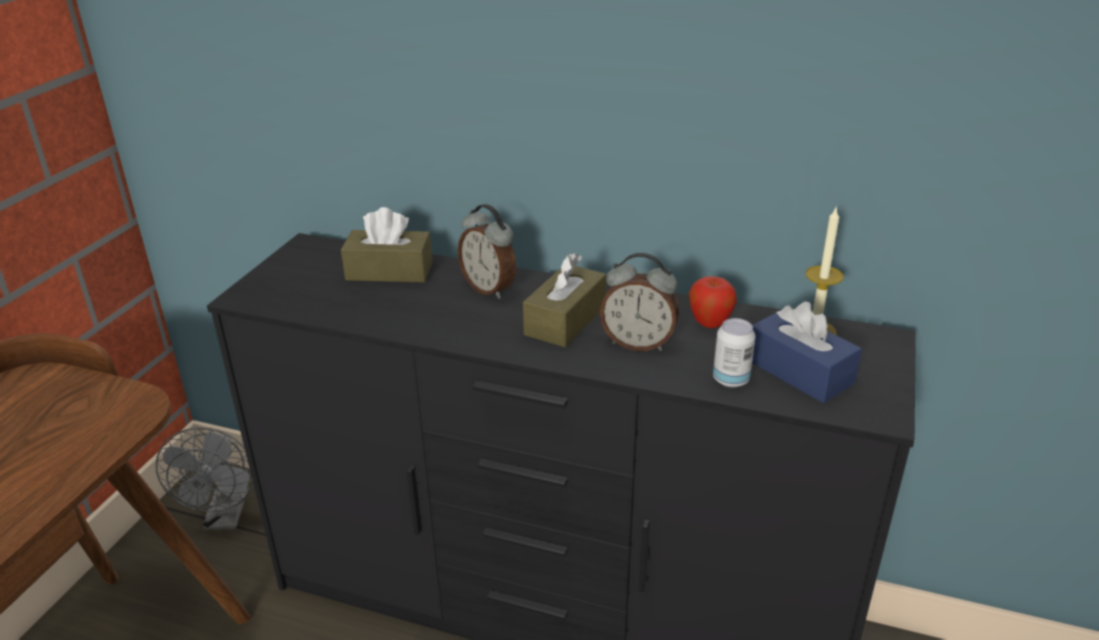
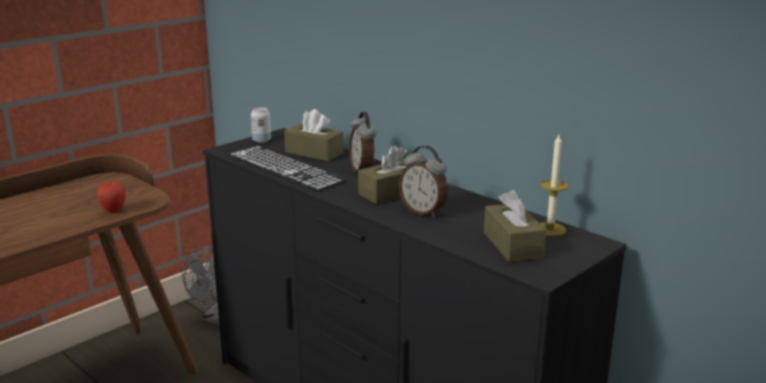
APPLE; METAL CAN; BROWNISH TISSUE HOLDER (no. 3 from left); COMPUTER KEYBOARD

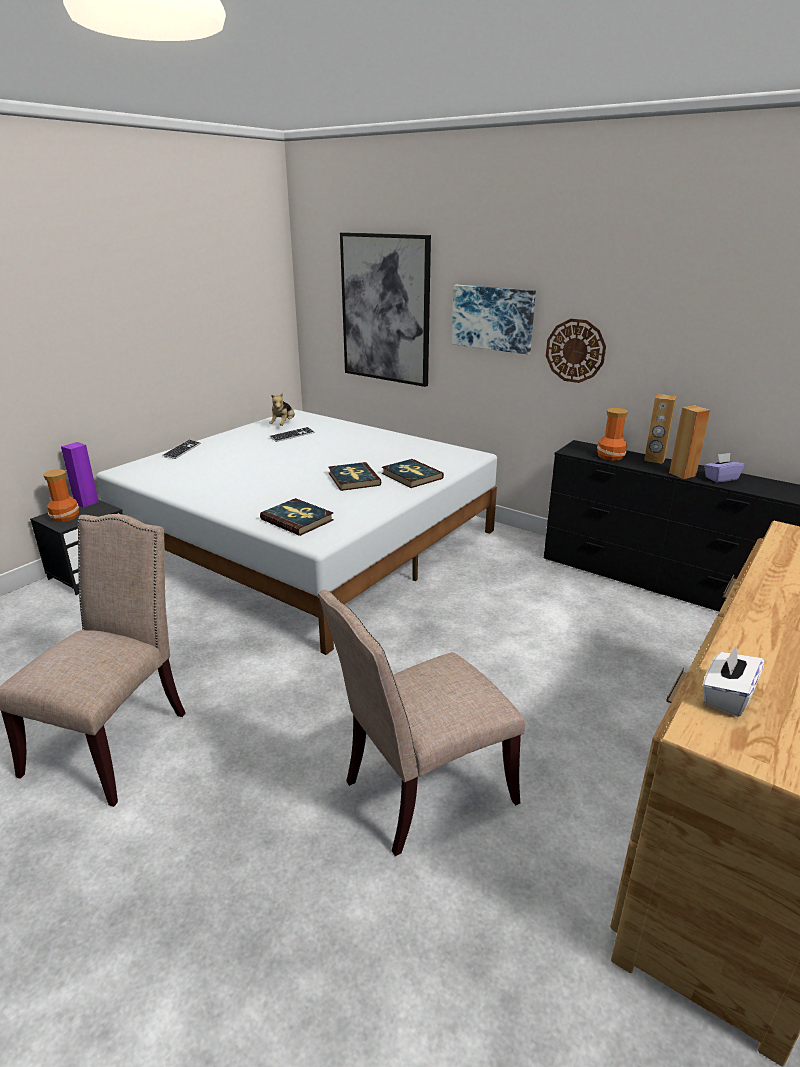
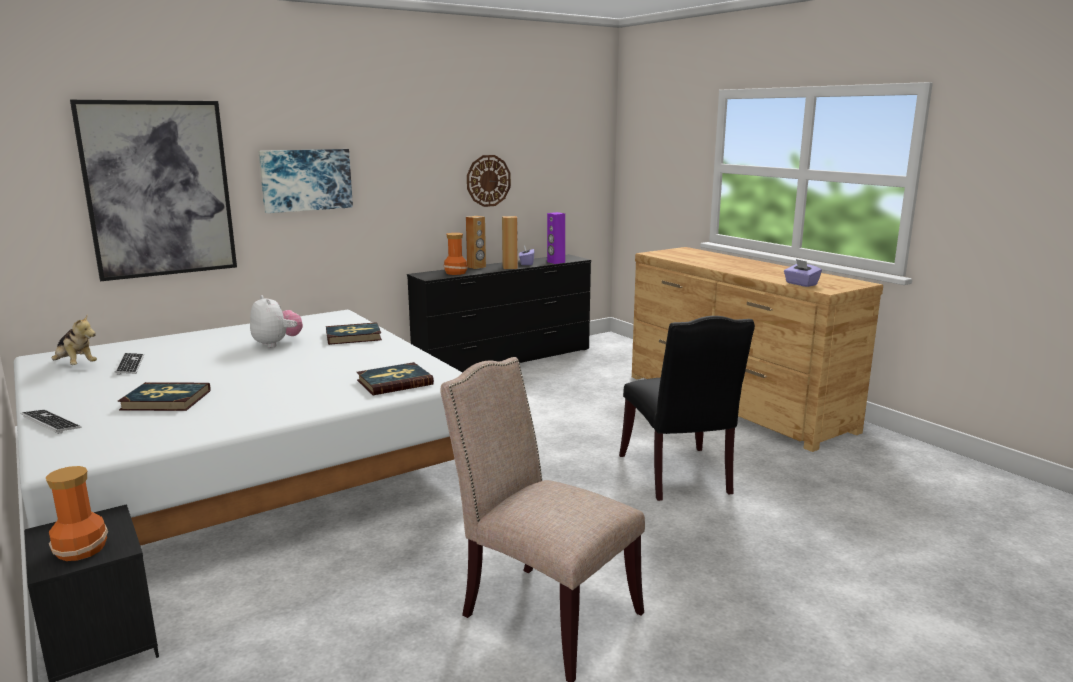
PURPLE-COLOURED LOUDSPEAKER; BLACK-COLOURED CHAIR; VOLUME (no. 1 from left); WALL CLOCK; PURPLE-COLOURED TISSUE HOLDER (no. 2 from left); SOFT TOY (no. 2 from left)

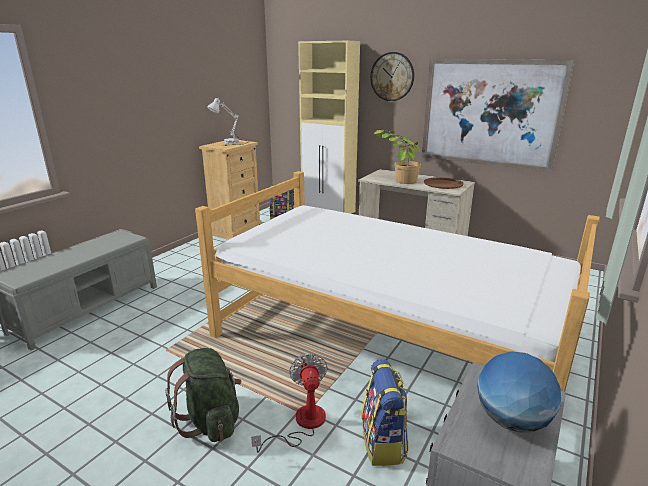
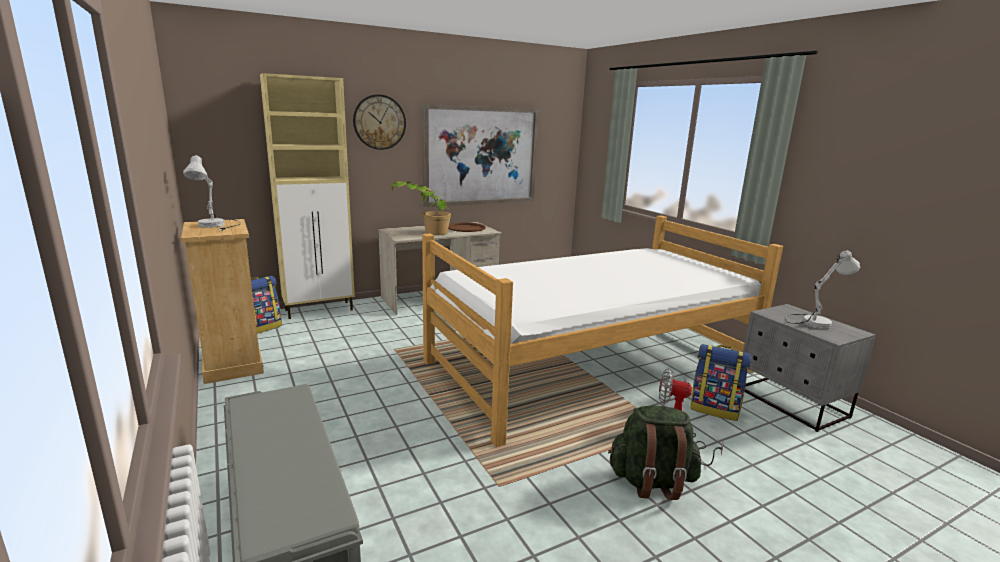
WHITE TABLETOP LAMP (no. 2 from left)

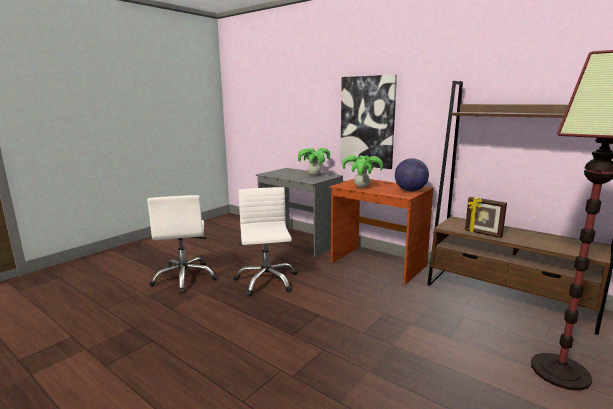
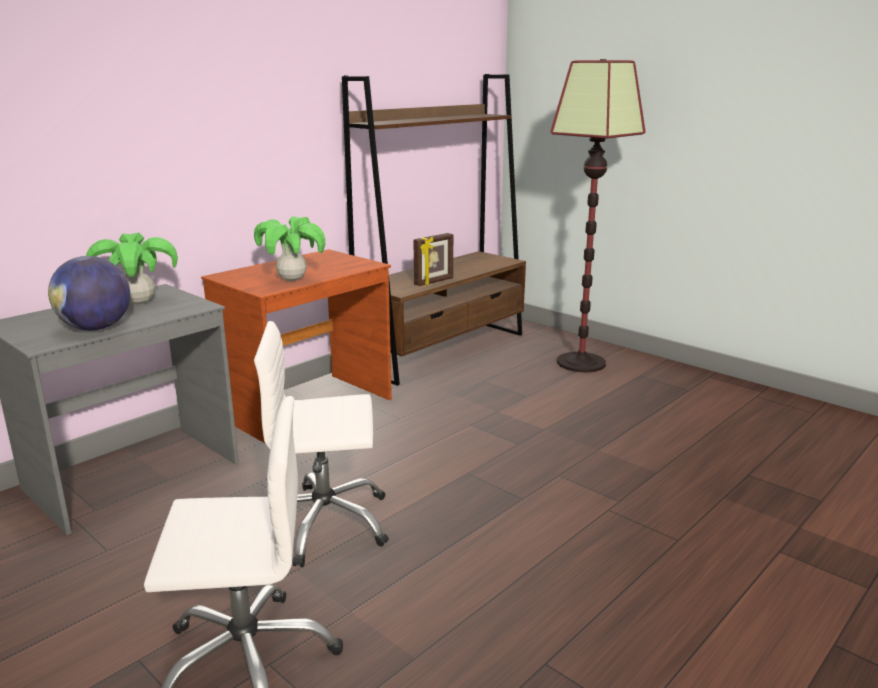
WALL PICTURE; GLOBE

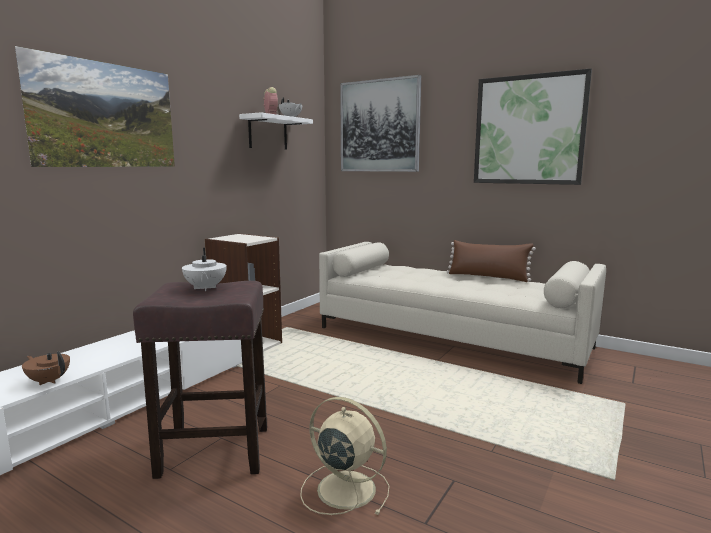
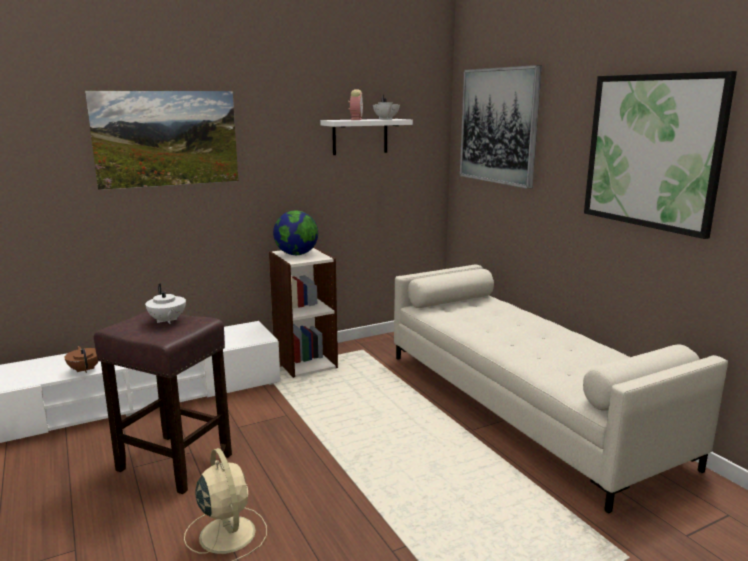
WHITE TEA POT (no. 1 from left); BROWNISH THROW PILLOW; GLOBE

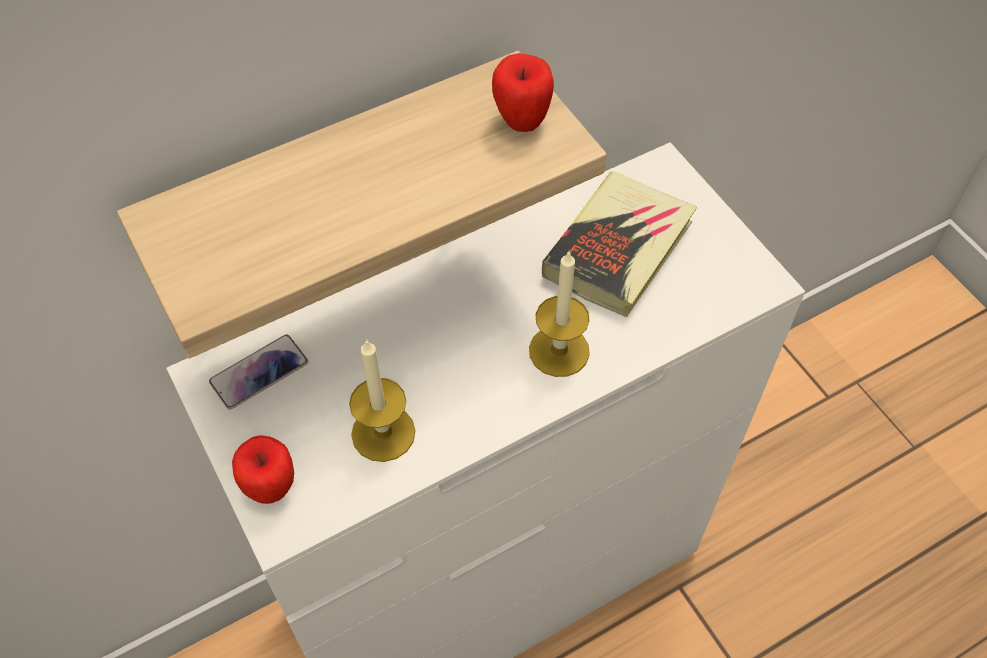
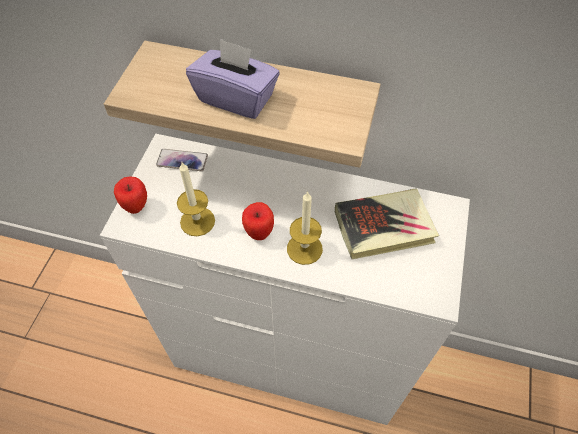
APPLE (no. 2 from left); PURPLE-COLOURED TISSUE HOLDER

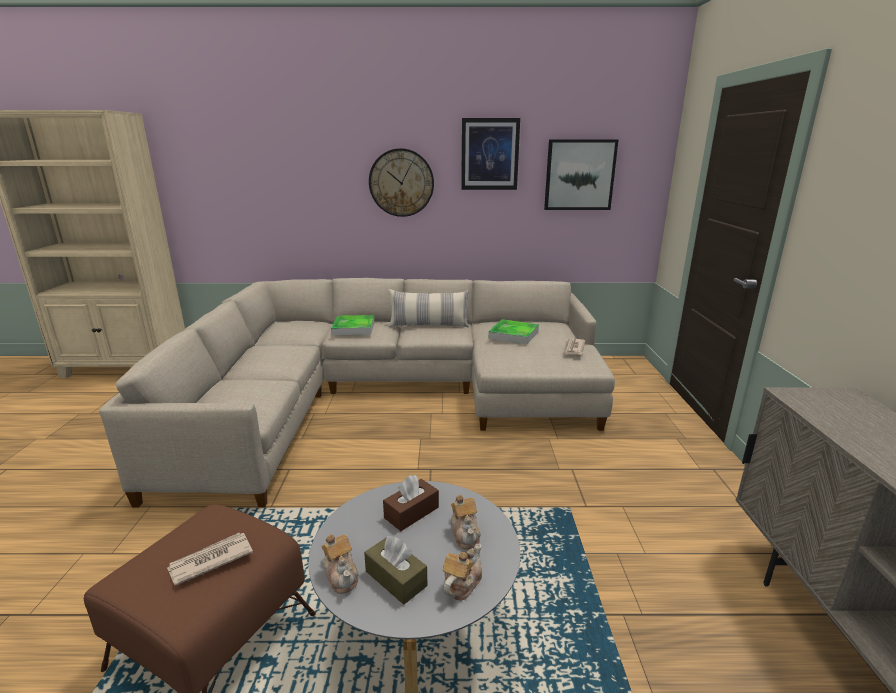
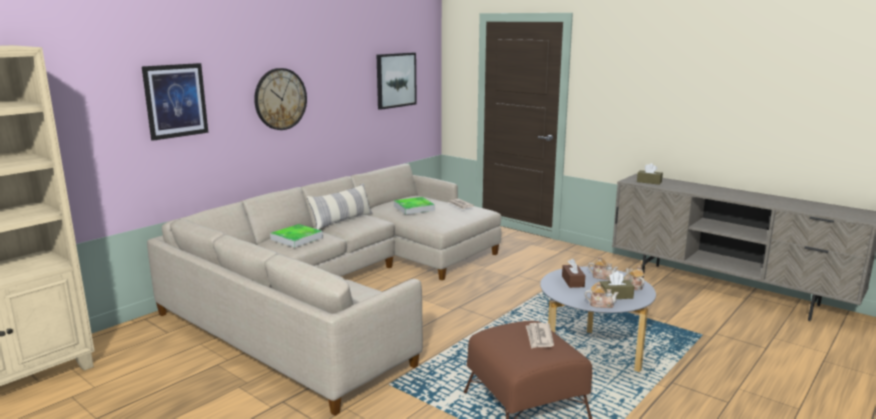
WALL PICTURE (no. 1 from left); BROWNISH TISSUE HOLDER (no. 3 from left)

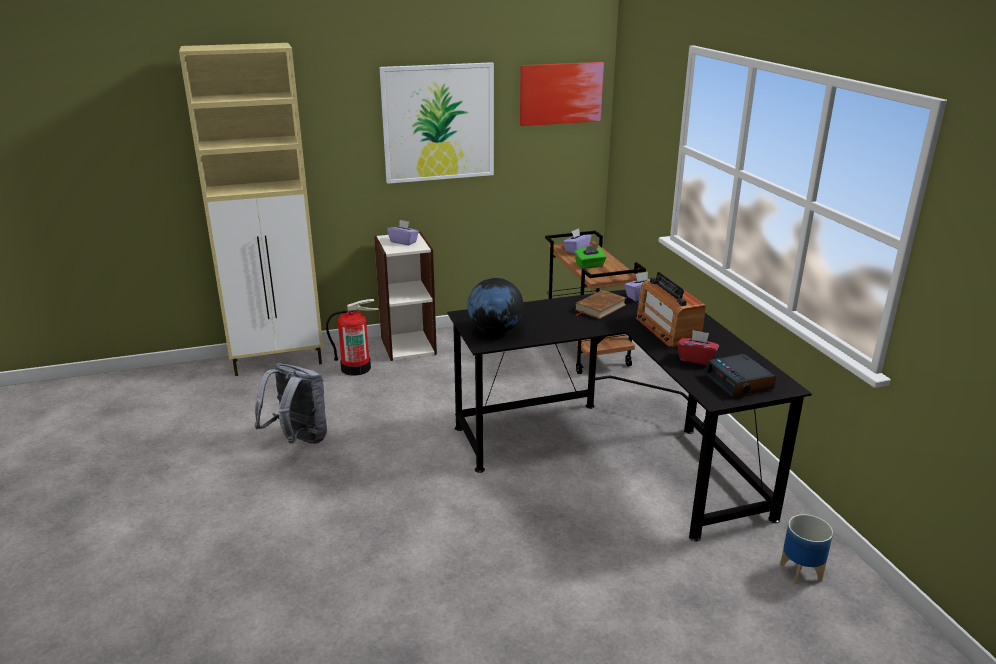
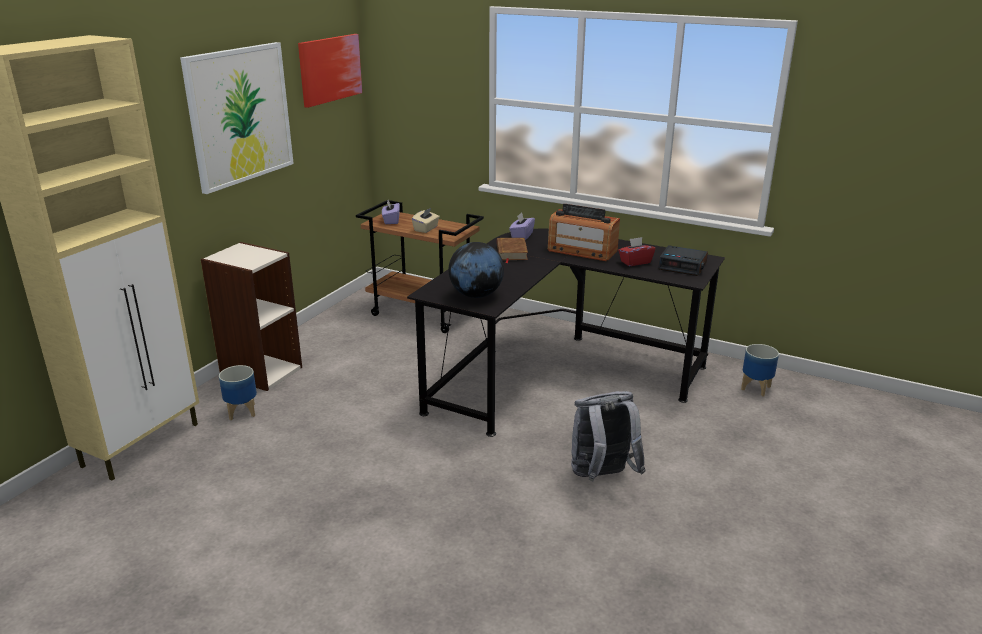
GREY RUCKSACK; FLOWER POT (no. 1 from left); PURPLE-COLOURED TISSUE HOLDER (no. 1 from left in the first image); SAND-COLOURED TISSUE HOLDER

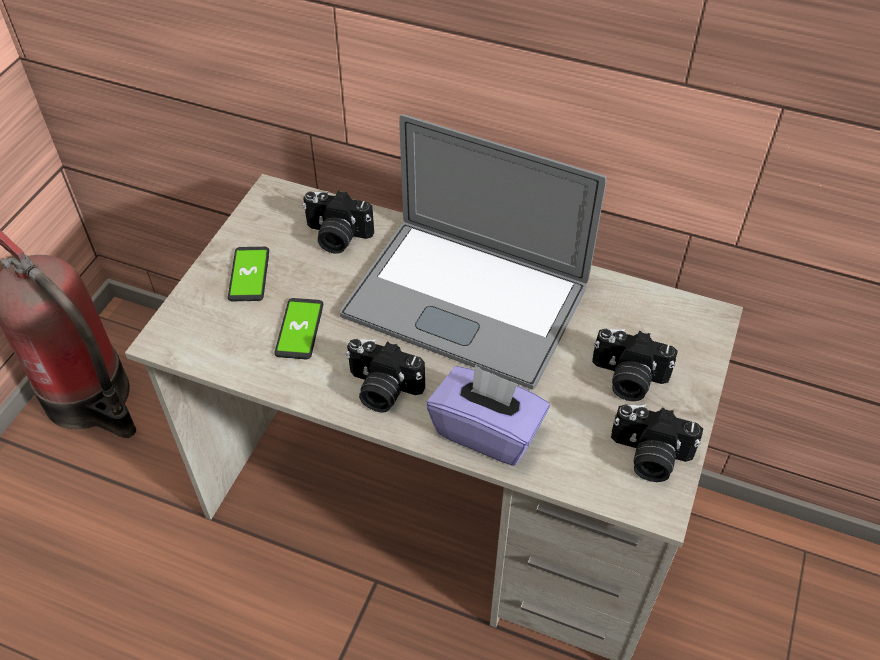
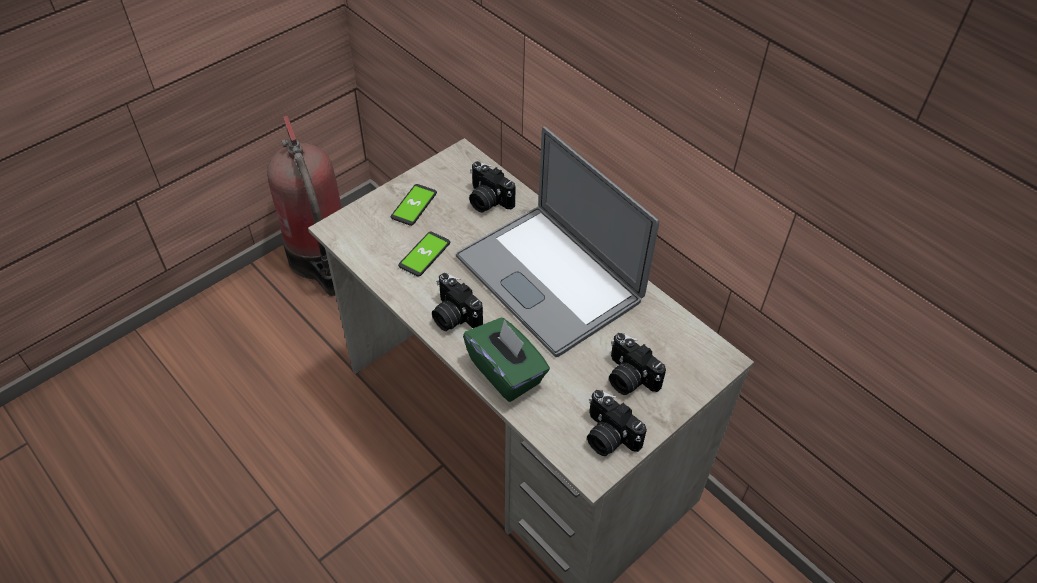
GREEN-COLOURED TISSUE HOLDER

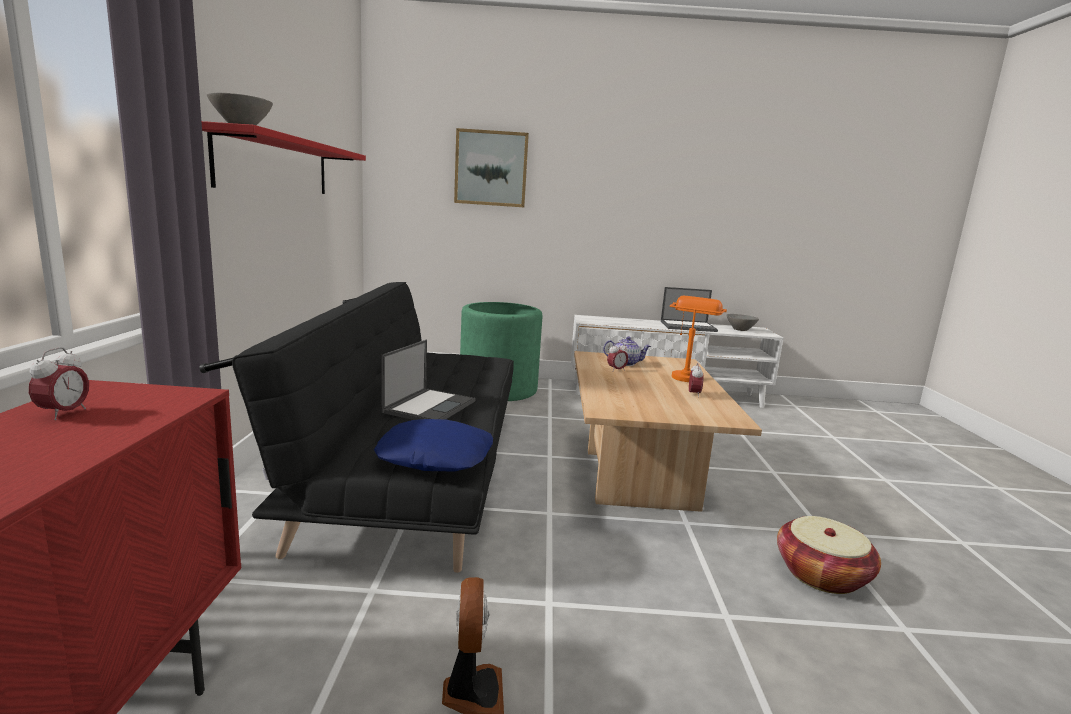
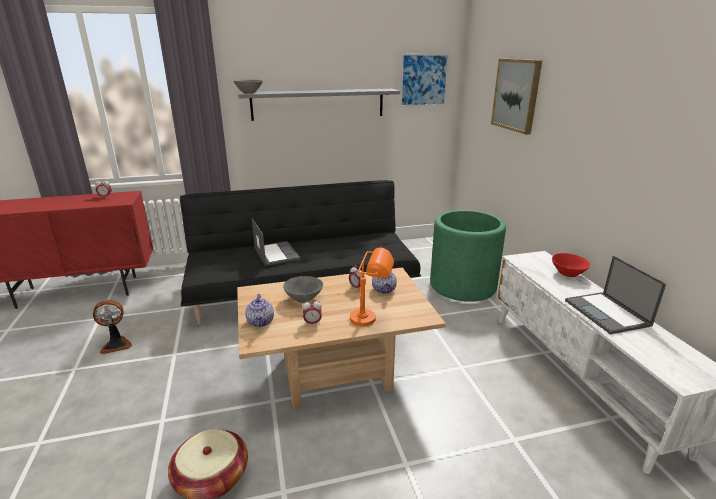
GREY BRACKET SHELF; BLUE-COLOURED THROW PILLOW; LAPTOP (no. 1 from left); GREY DEEP DISH (no. 2 from left); TEA POT (no. 1 from left); WALL PICTURE (no. 1 from left); RED DEEP DISH

